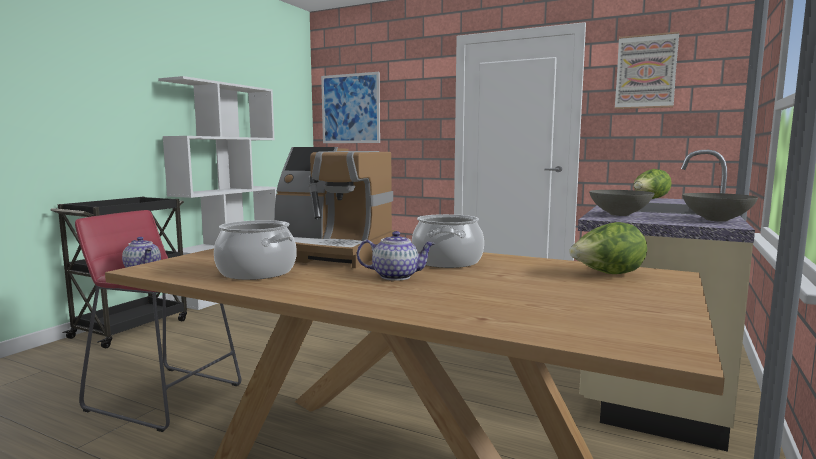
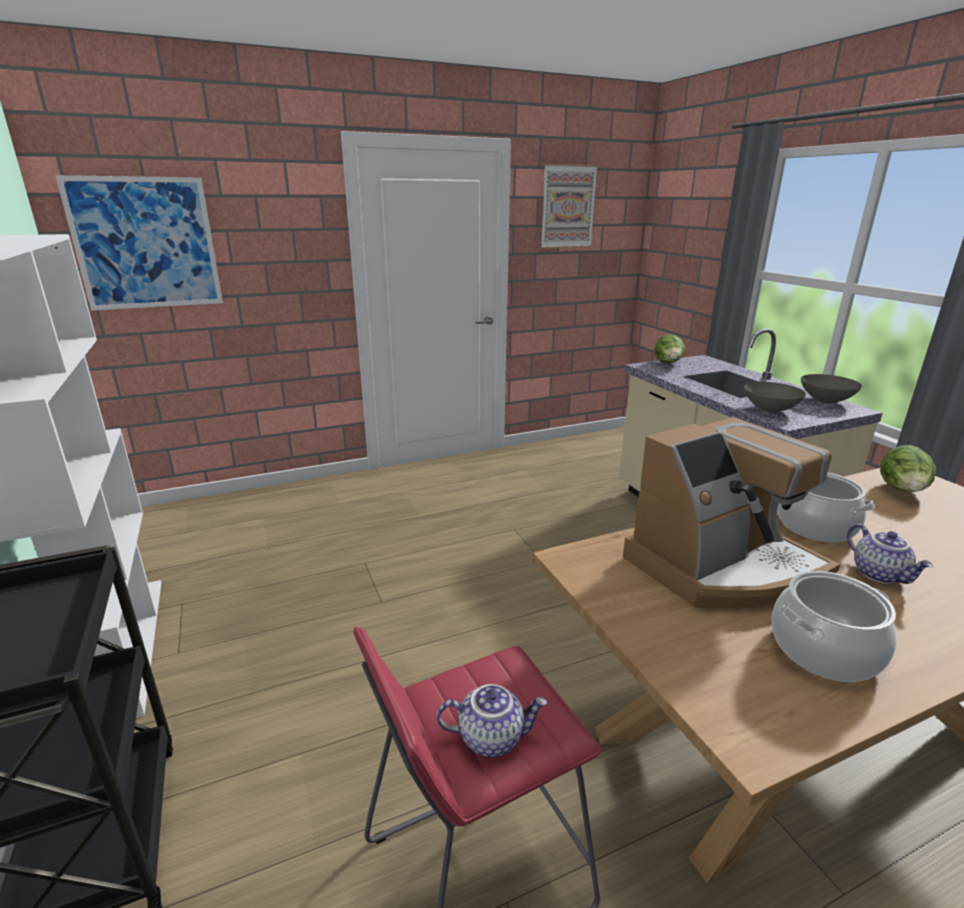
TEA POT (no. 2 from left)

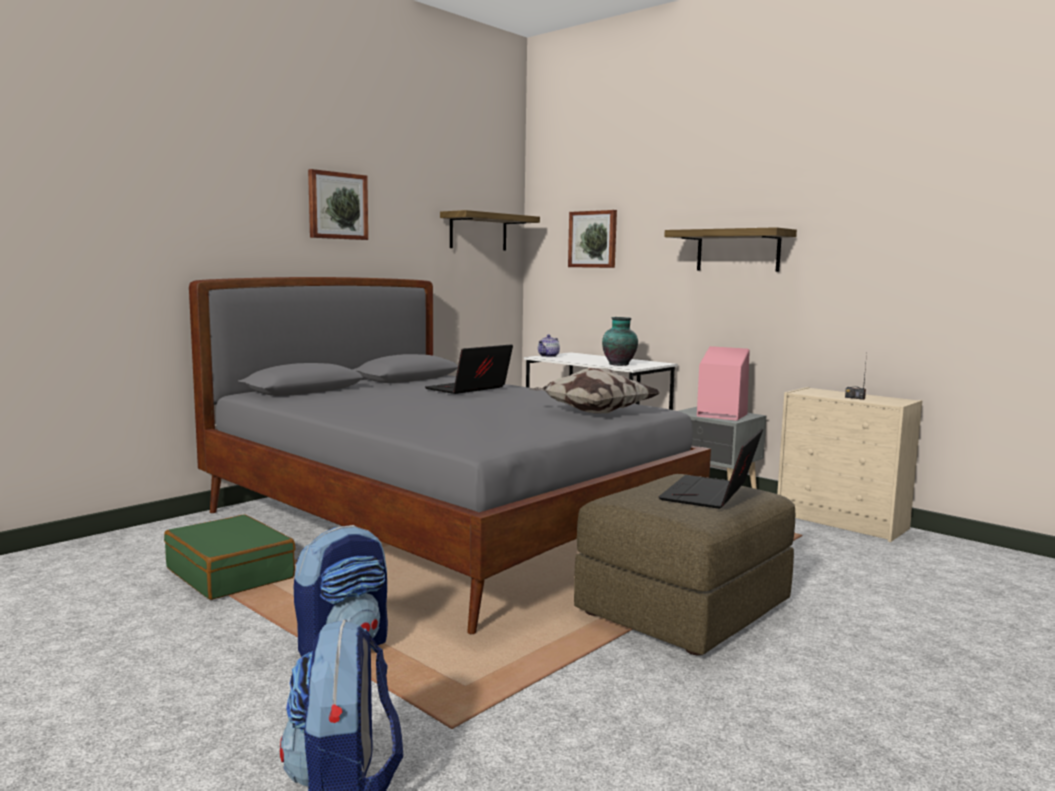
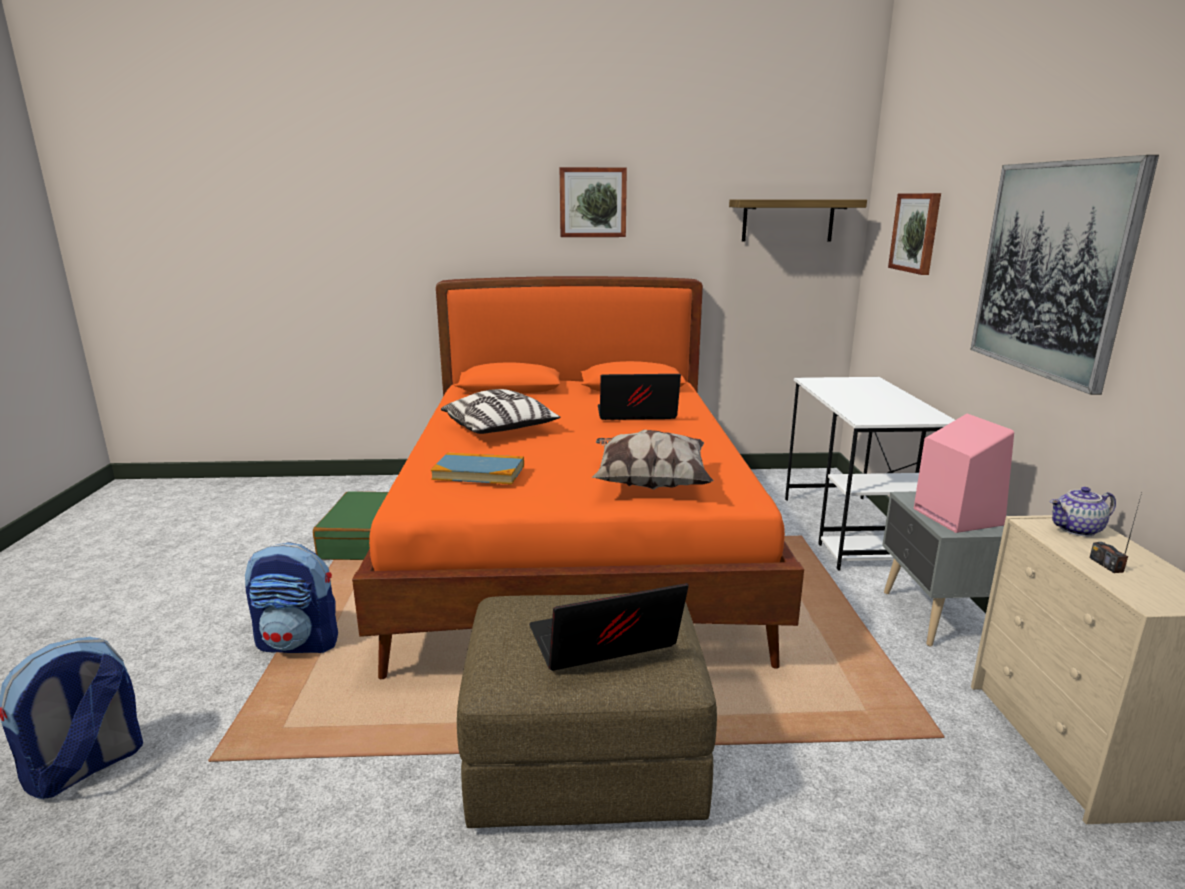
ORANGE BED; TEA POT; VASE; WALL PICTURE (no. 3 from left); VOLUME; THROW PILLOW (no. 1 from left)

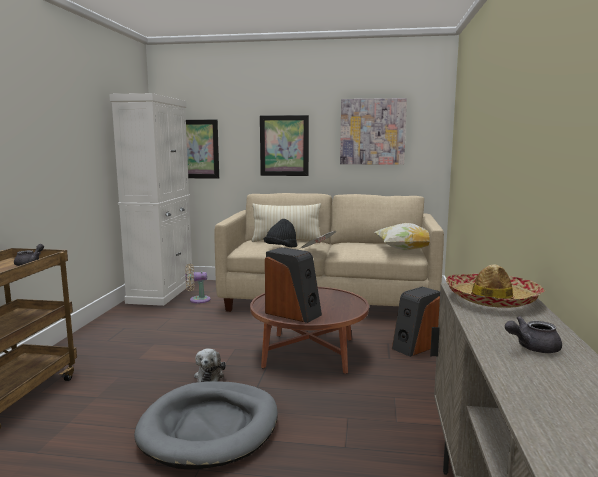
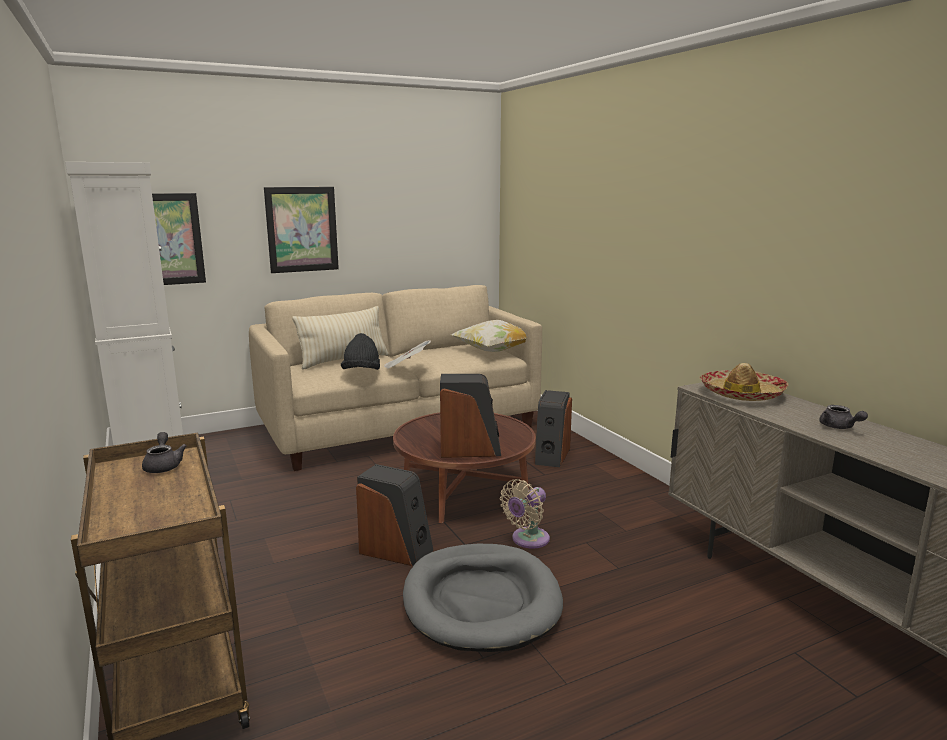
SAND-COLOURED FAN; LOUDSPEAKER (no. 1 from left); WALL PICTURE (no. 3 from left in the first image); GREY TEA POT (no. 2 from left)

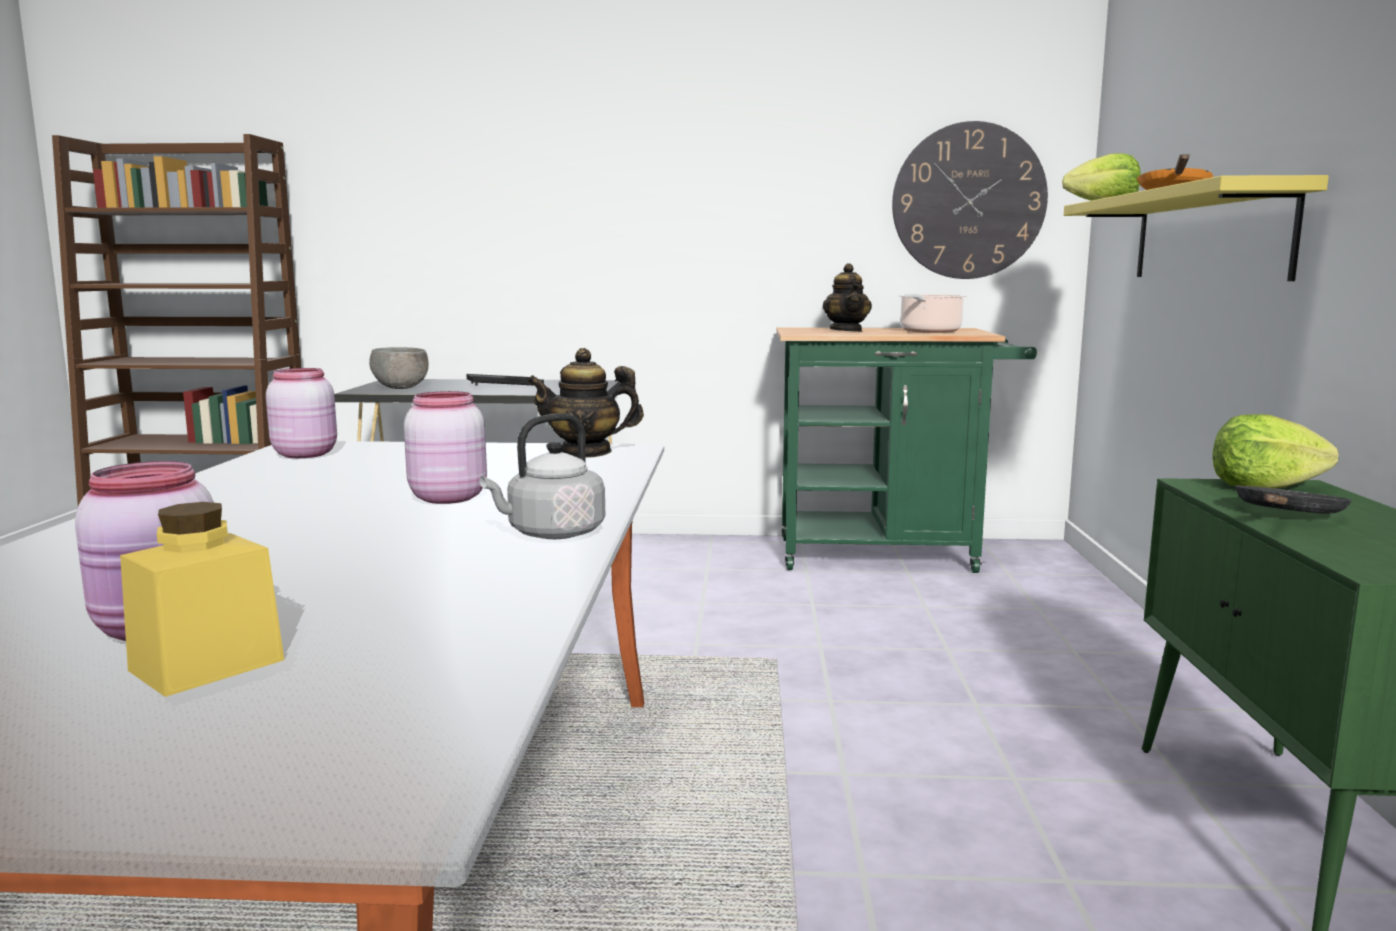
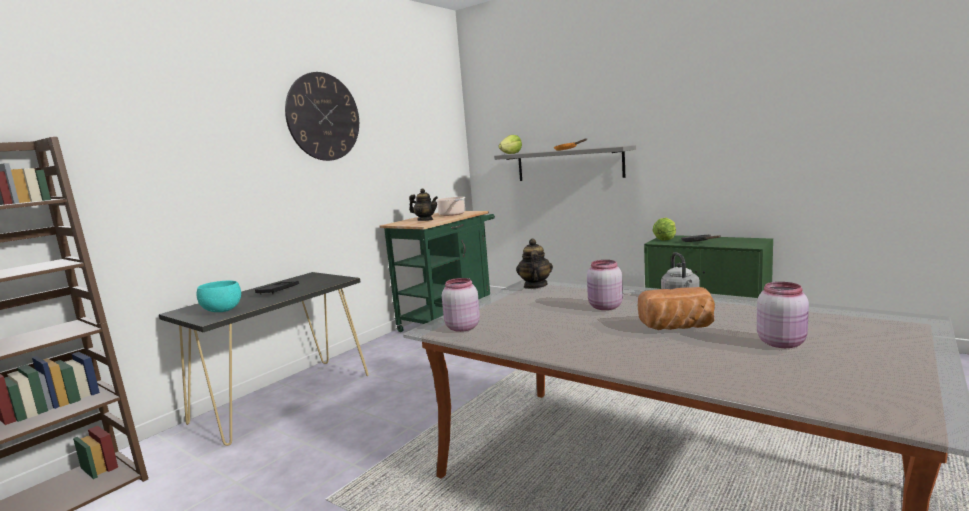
YELLOW JAR; TURQUOISE DEEP DISH; TEA POT (no. 2 from left); WALL CLOCK; GREY BRACKET SHELF; BAKERY BREAD

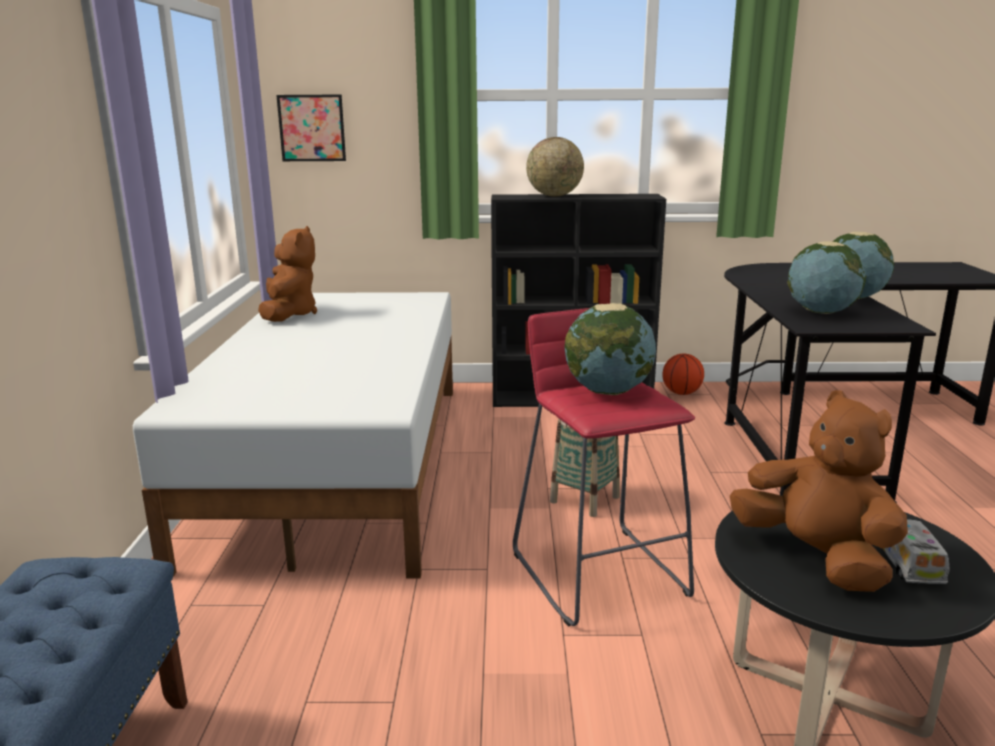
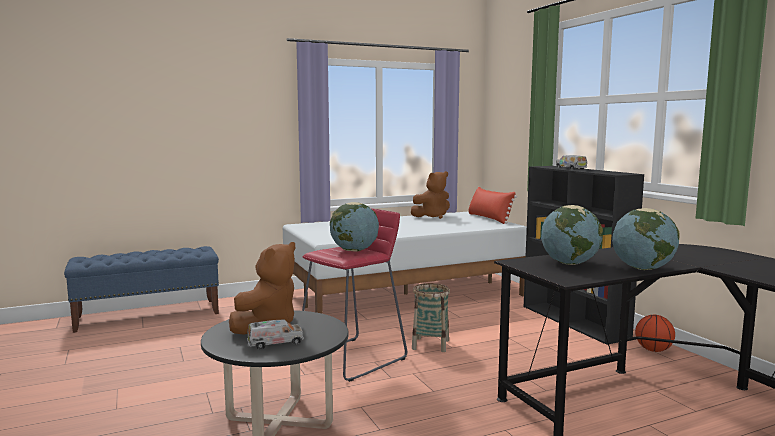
WALL PICTURE; MODEL TRUCK (no. 2 from left); RED THROW PILLOW

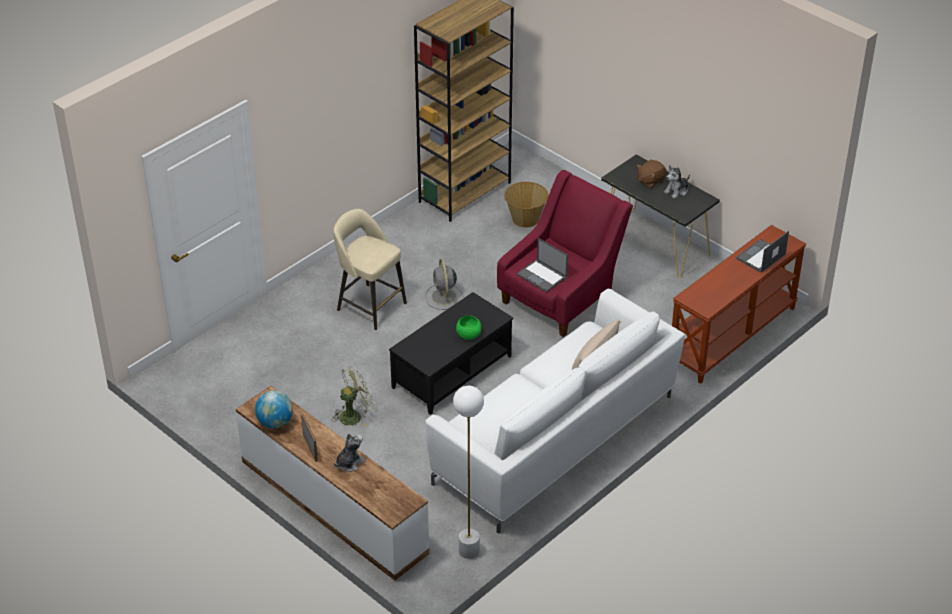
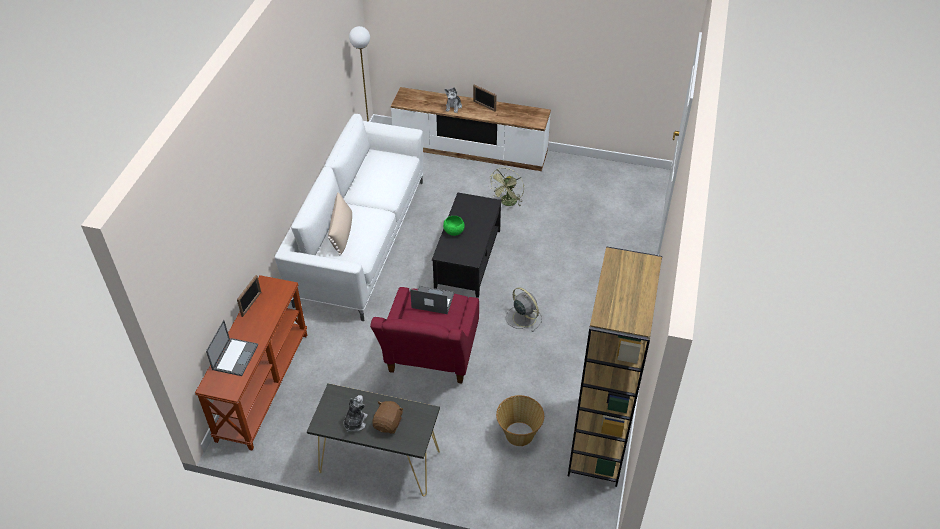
GLOBE; SAND-COLOURED SITTING STOOL; PHOTO FRAME (no. 1 from left)

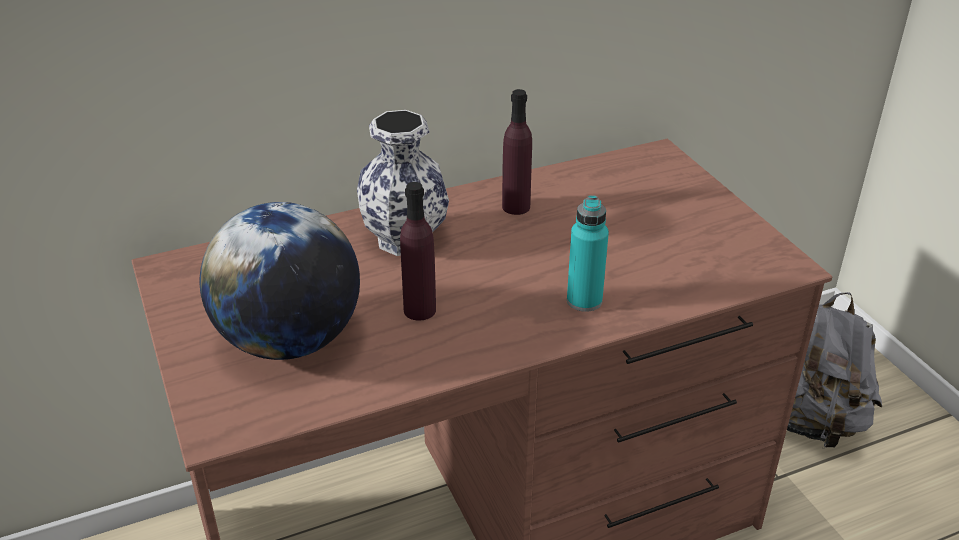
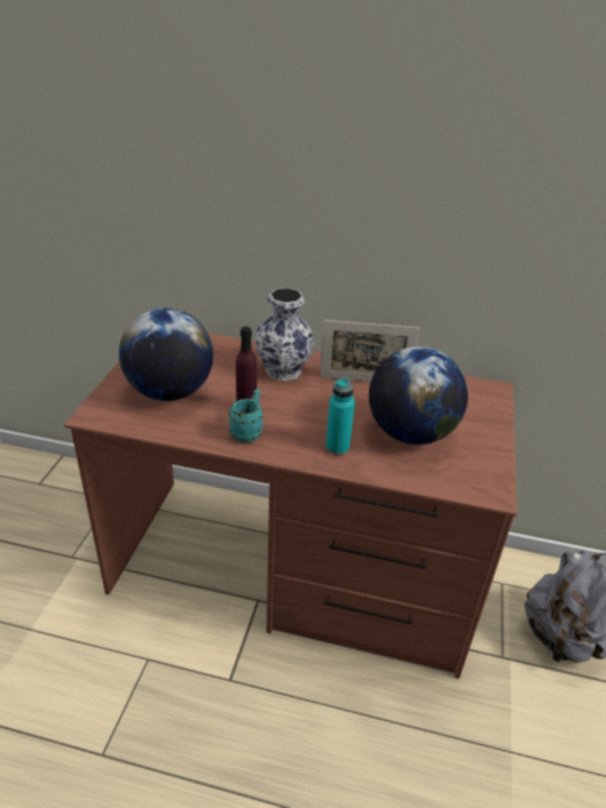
PHOTO FRAME; TURQUOISE TEA MUG; GLOBE (no. 2 from left)

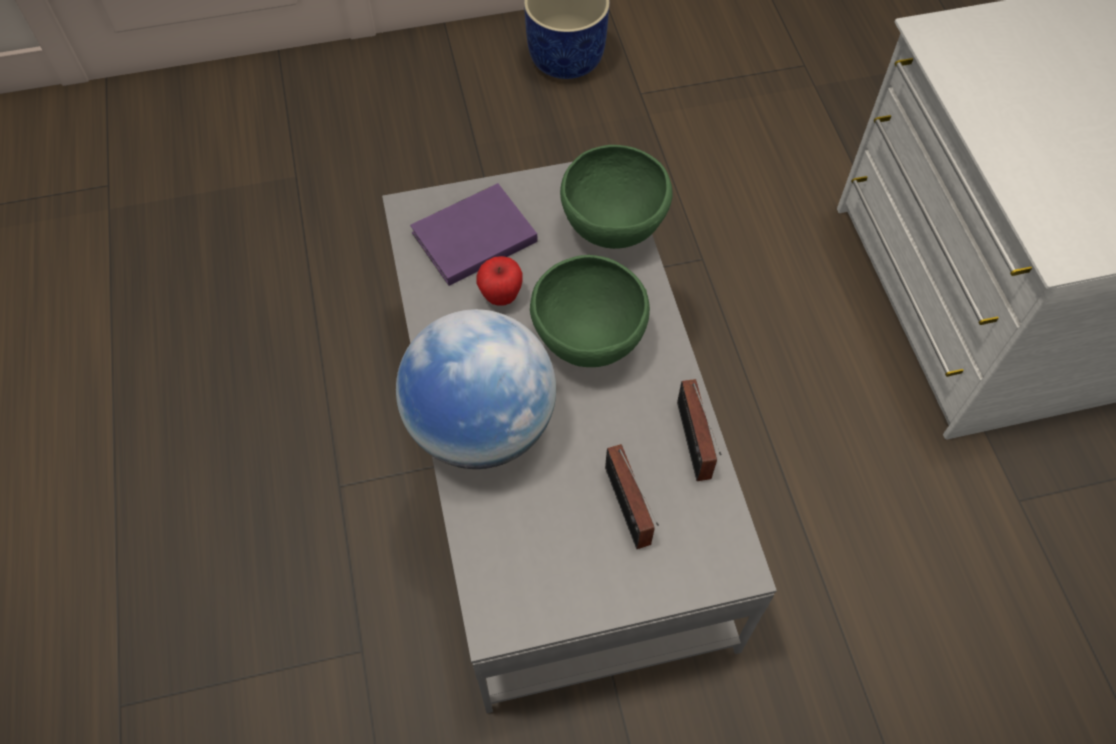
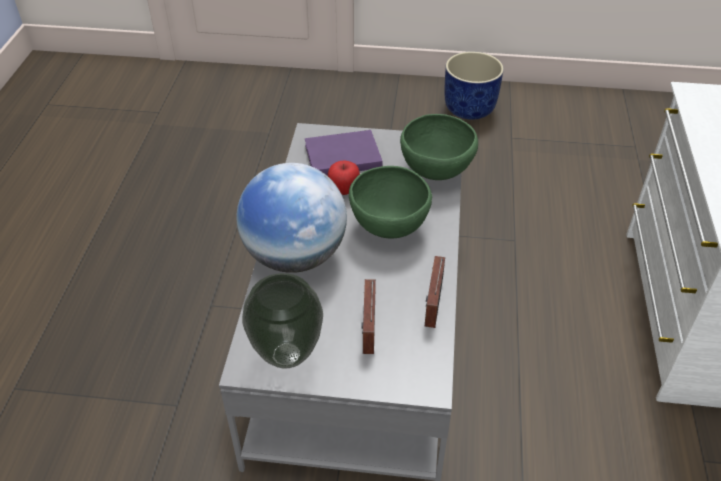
VASE

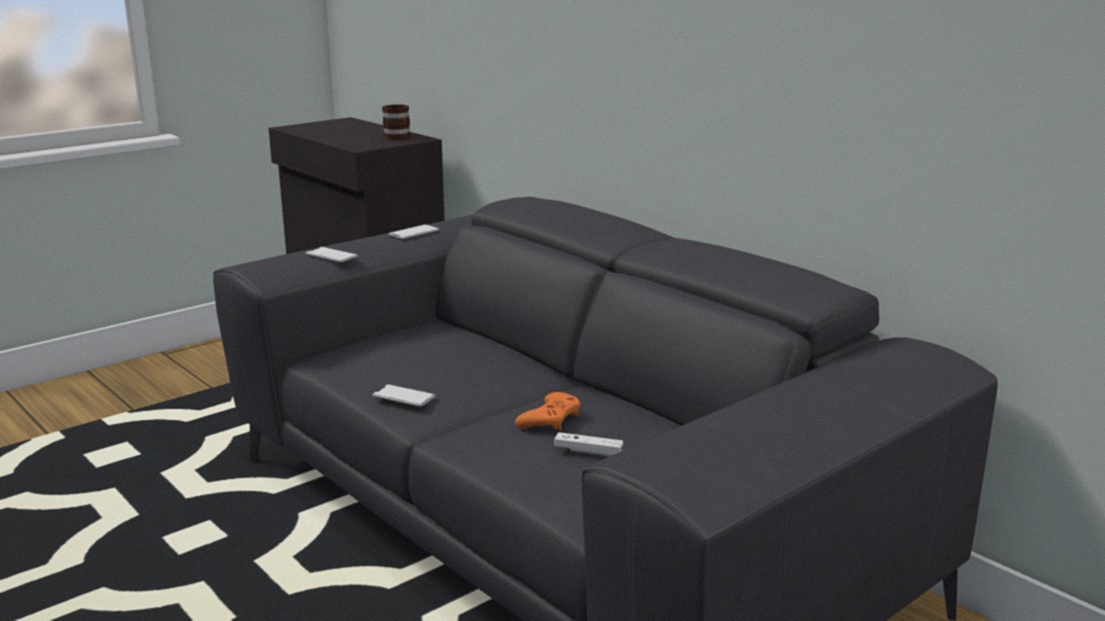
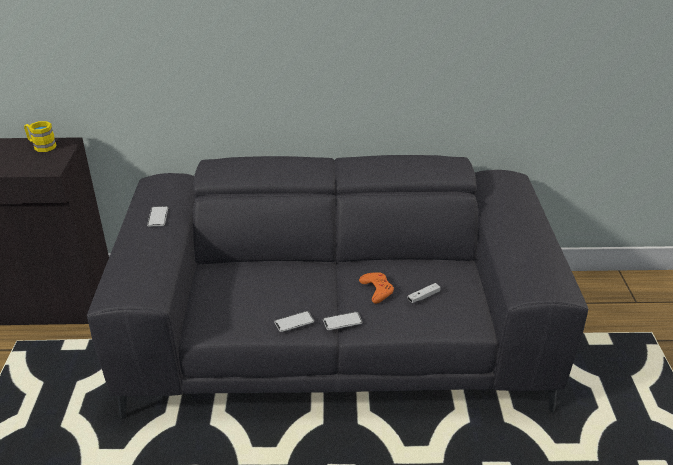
HANDSET (no. 3 from left); YELLOW TEA MUG

